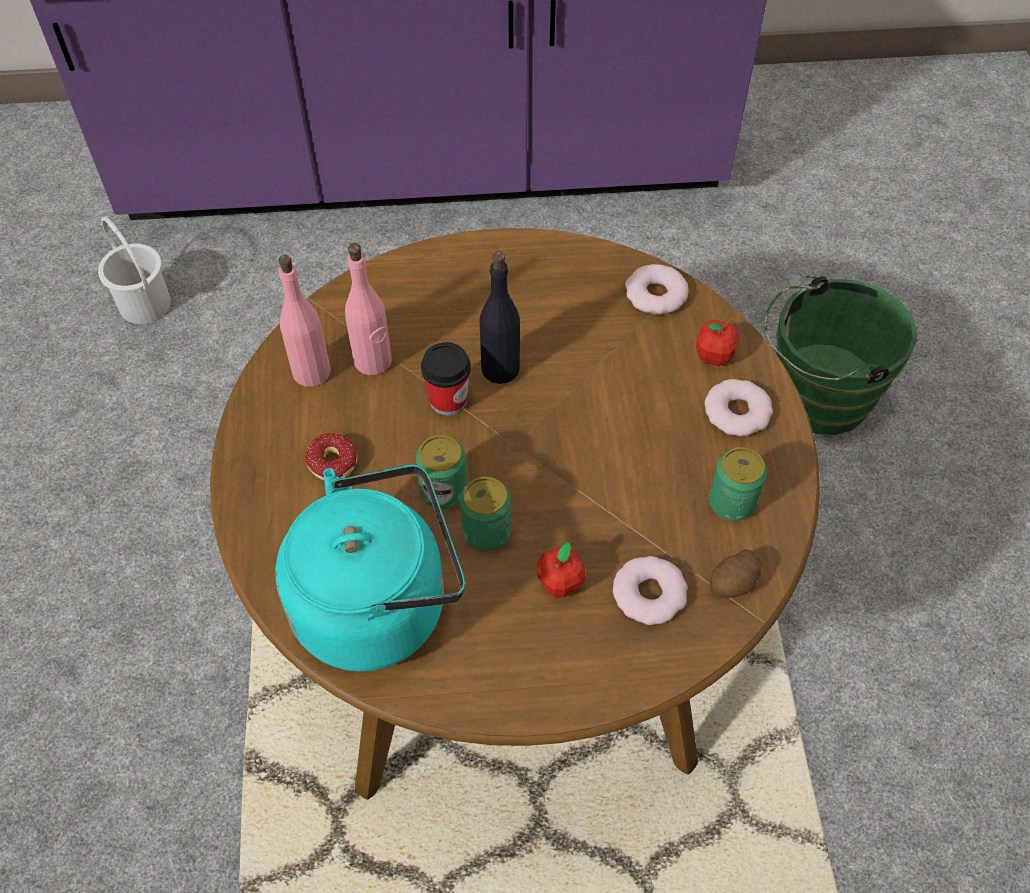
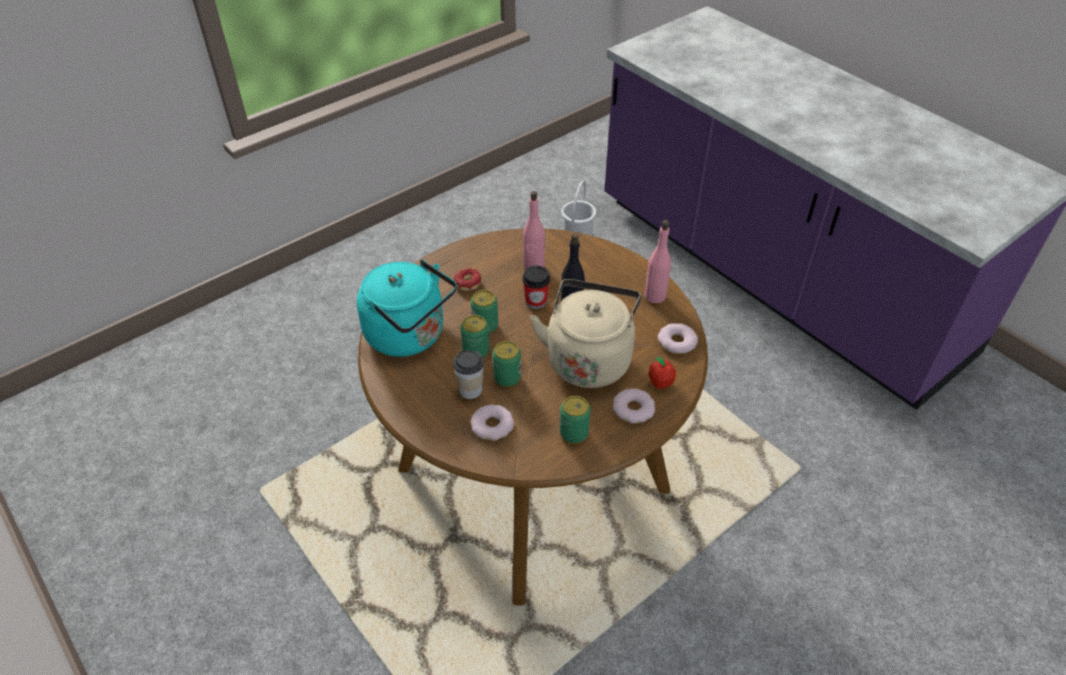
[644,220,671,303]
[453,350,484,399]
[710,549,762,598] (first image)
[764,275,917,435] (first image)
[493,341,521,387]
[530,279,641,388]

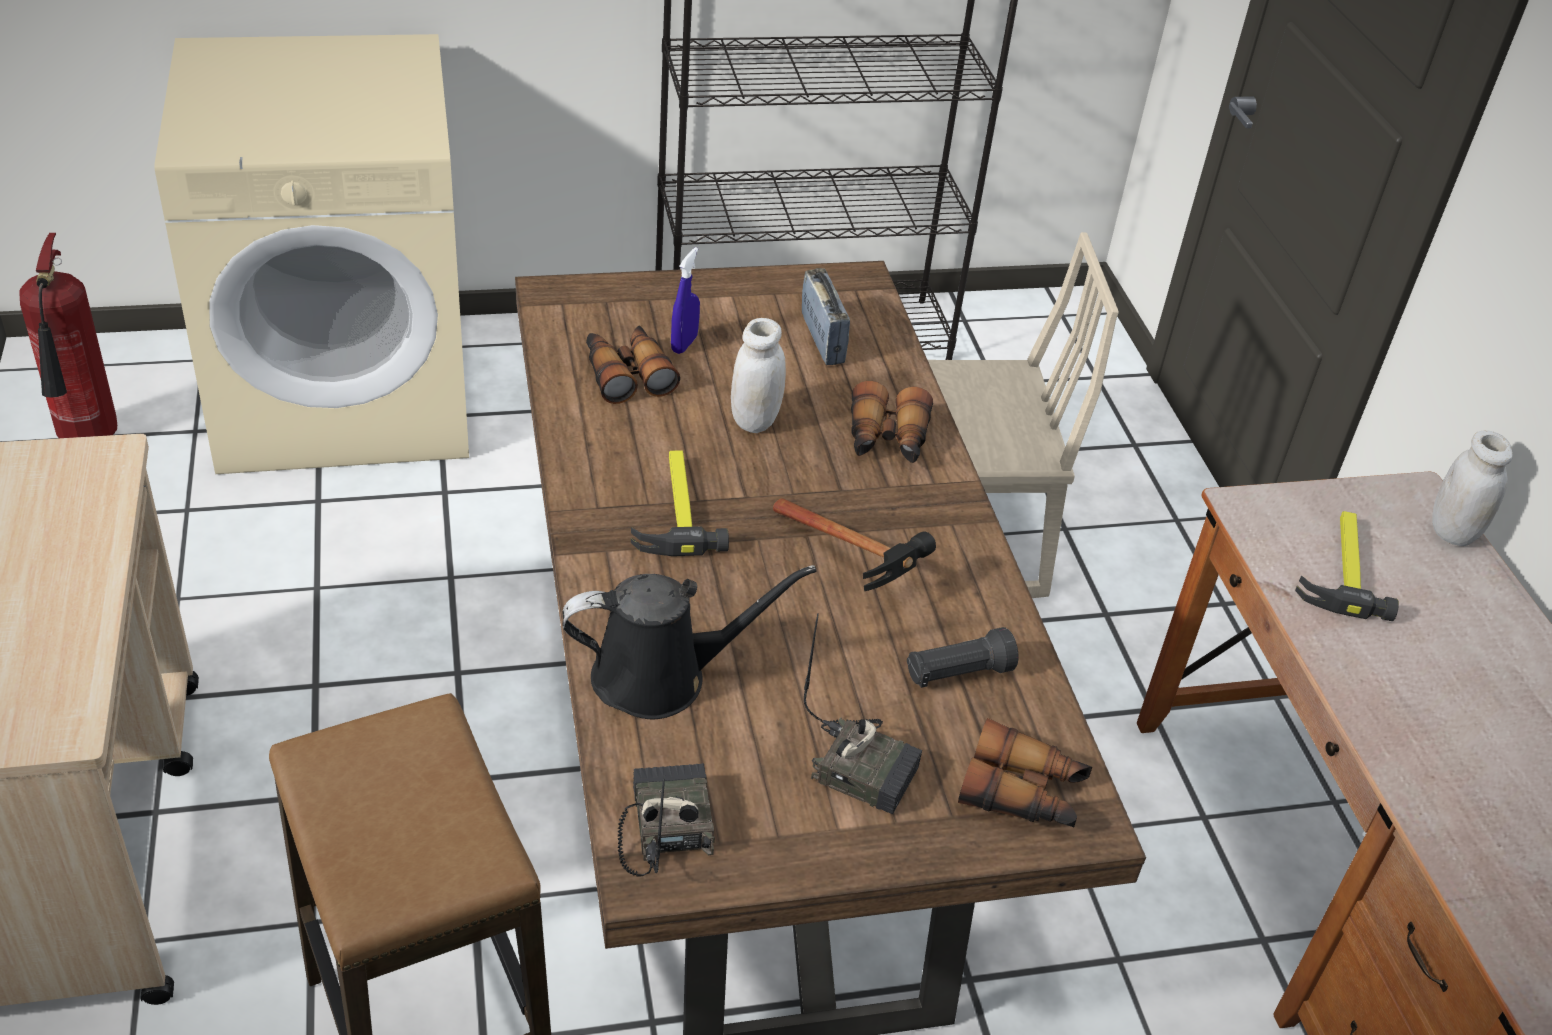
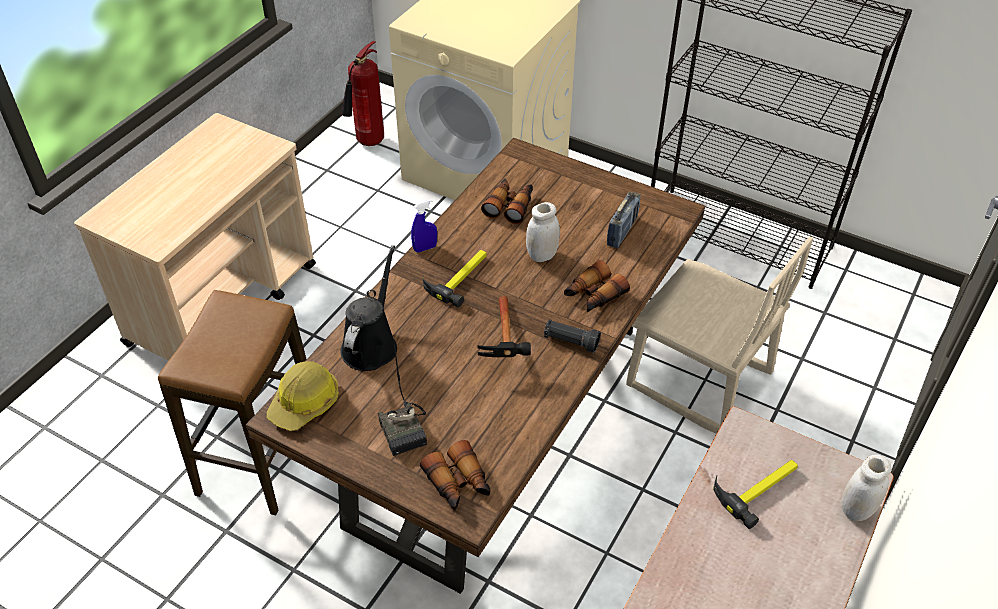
[341,245,397,371]
[267,361,339,431]
[411,199,437,253]
[544,319,601,353]

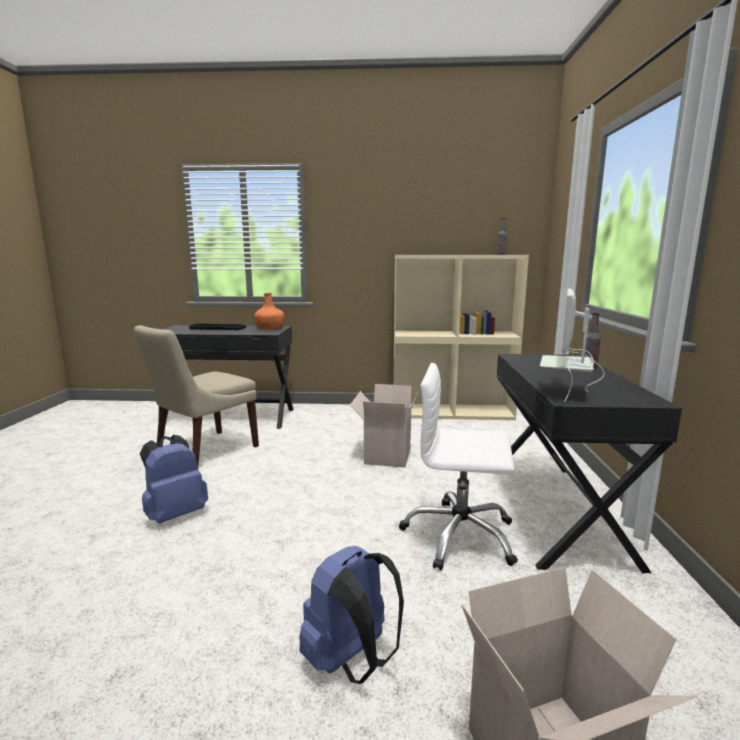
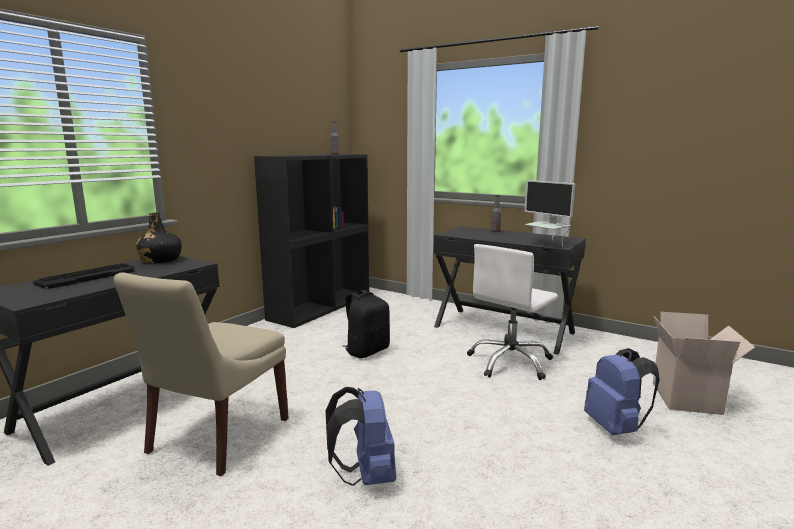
[113,272,289,476]
[135,212,182,263]
[343,290,390,358]
[254,154,369,328]

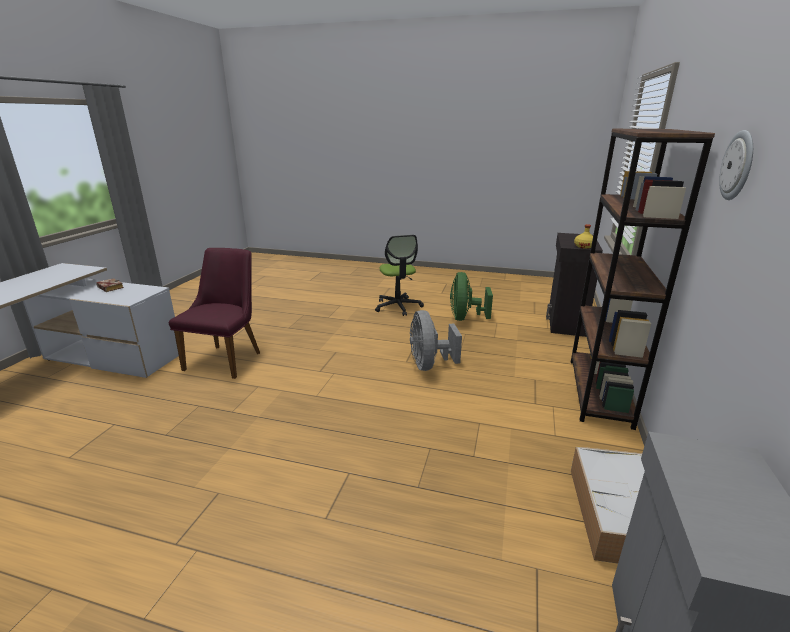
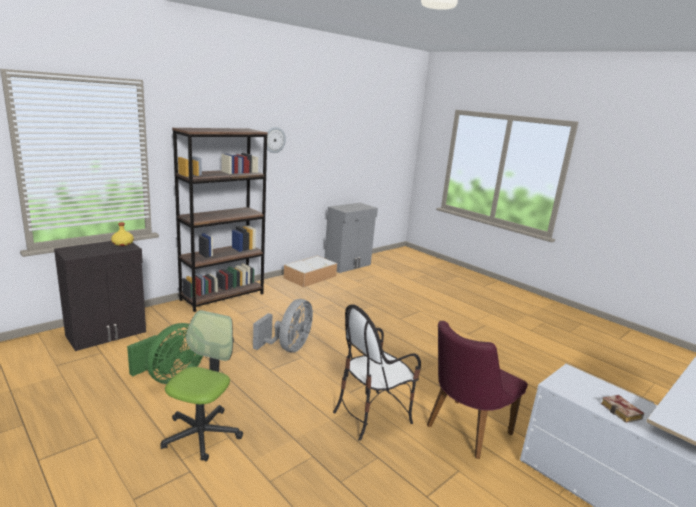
[333,304,421,441]

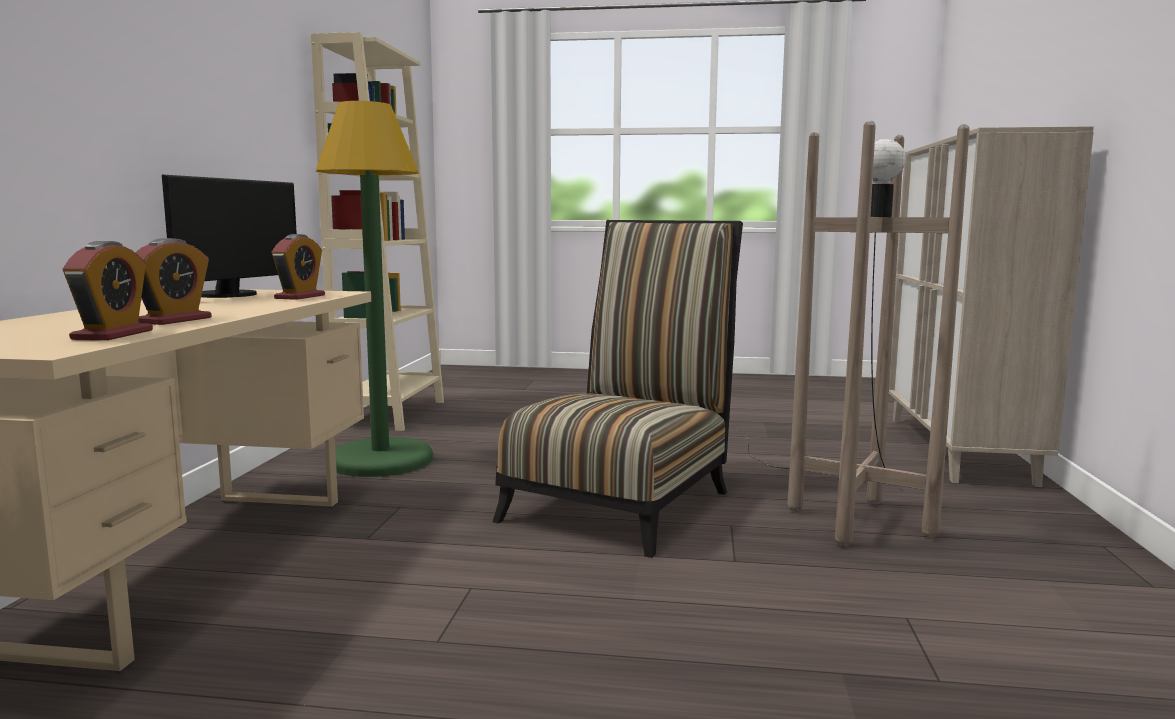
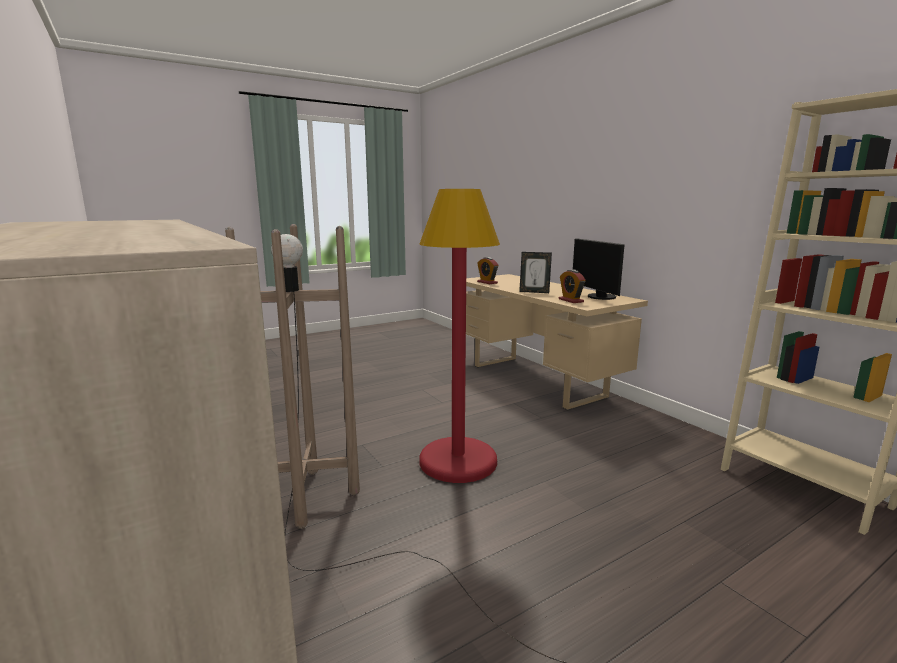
[135,238,212,325] (first image)
[315,101,433,477] (first image)
[419,189,500,483]
[519,252,552,293]

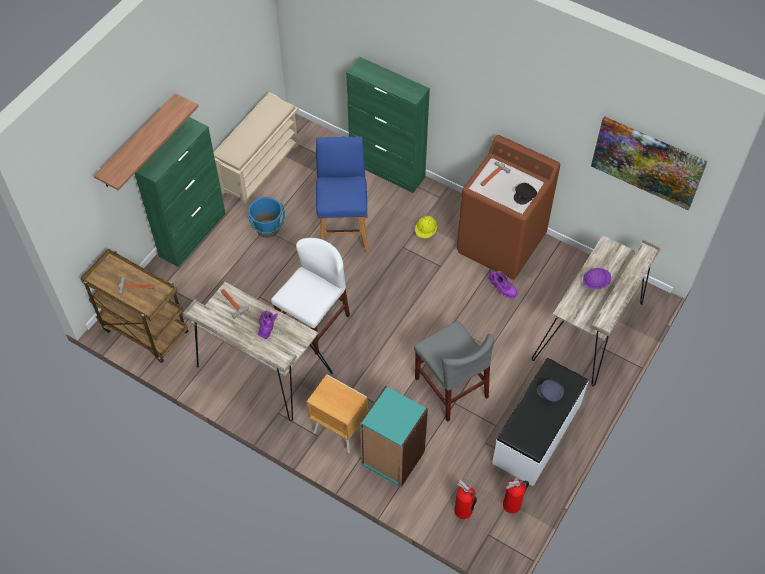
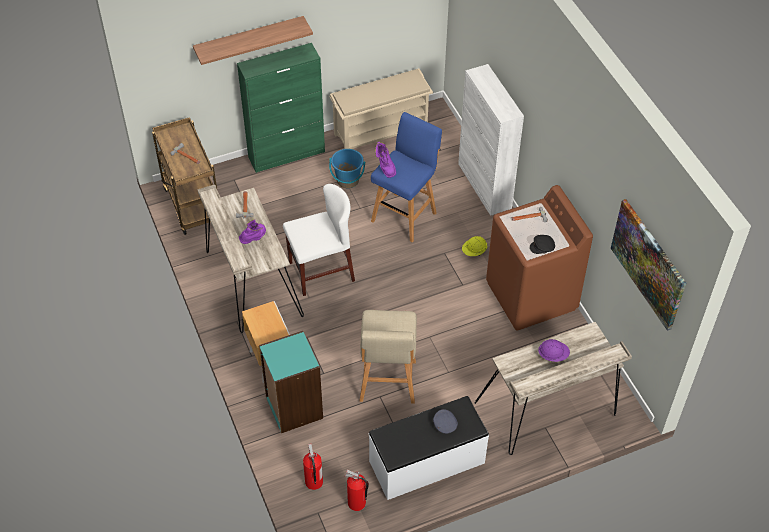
[458,64,524,216]
[360,310,417,404]
[375,141,396,178]

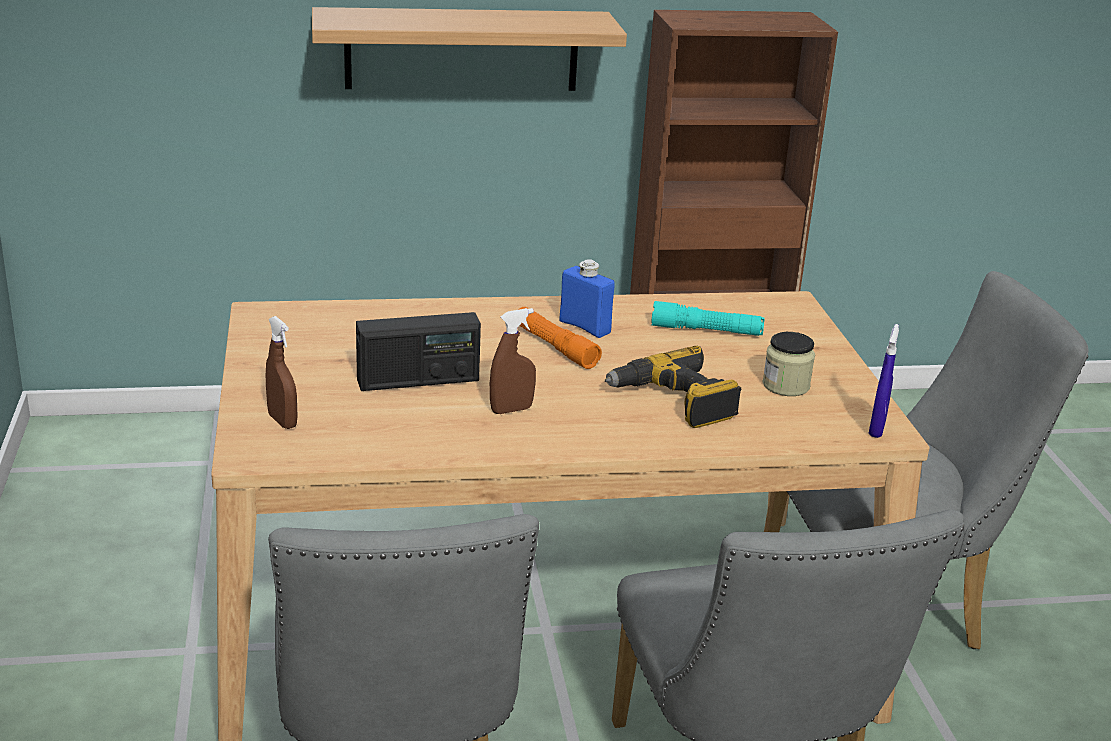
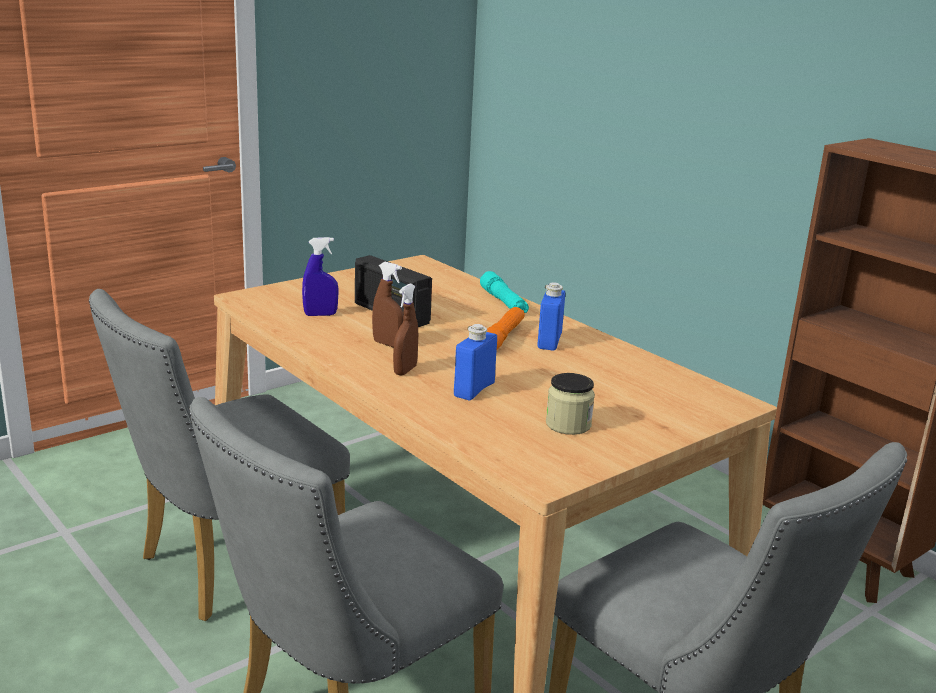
[393,283,418,376]
[312,7,627,91] (first image)
[454,324,497,400]
[480,271,529,313]
[302,237,339,316]

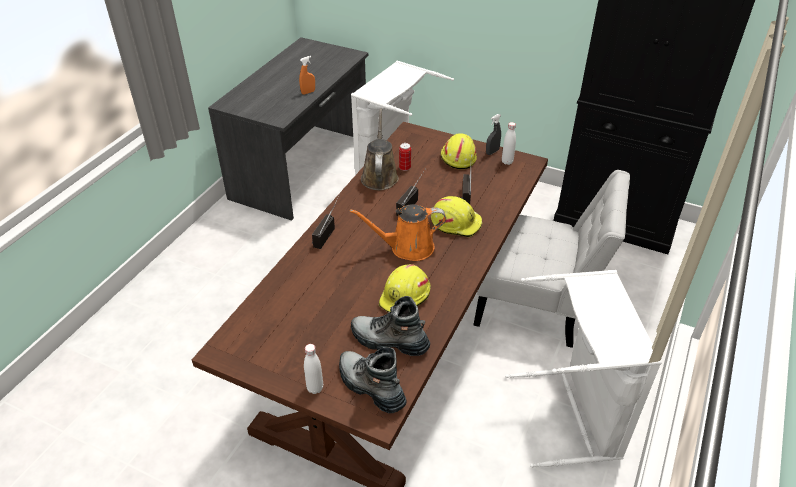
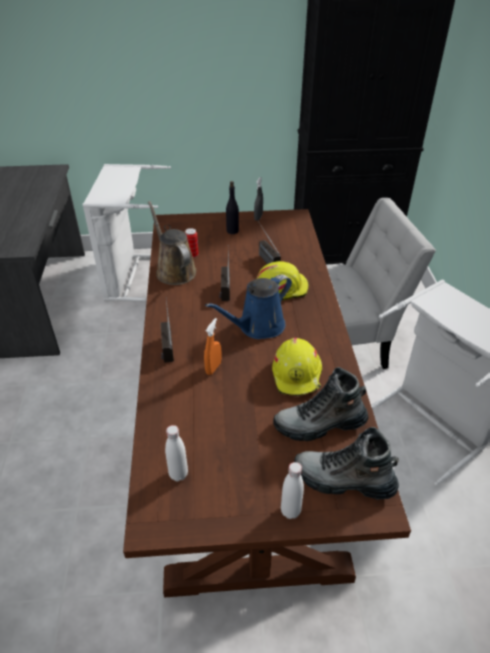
[204,318,221,375]
[205,274,292,339]
[226,181,239,234]
[165,425,188,482]

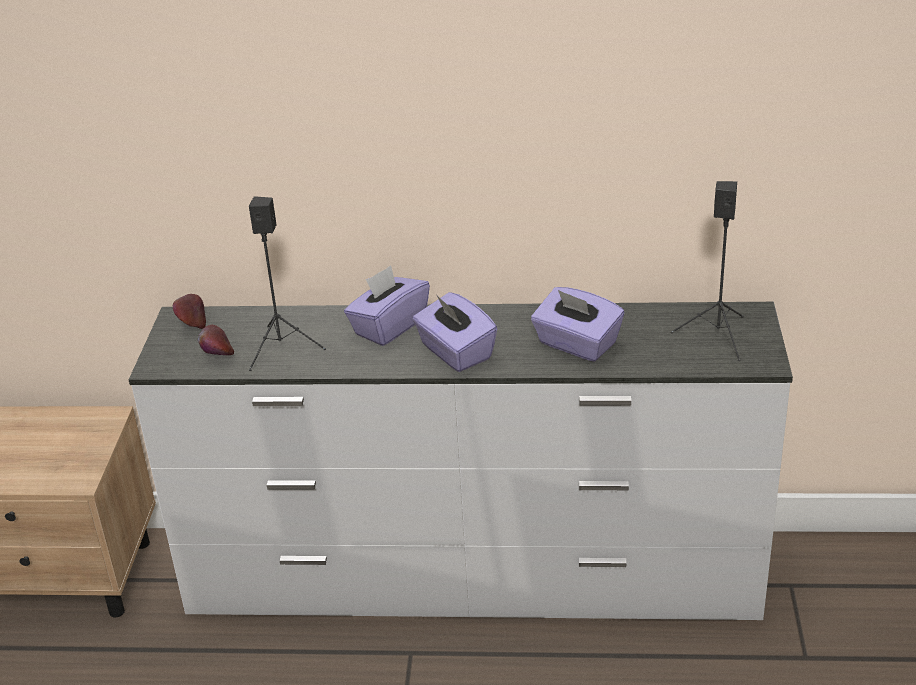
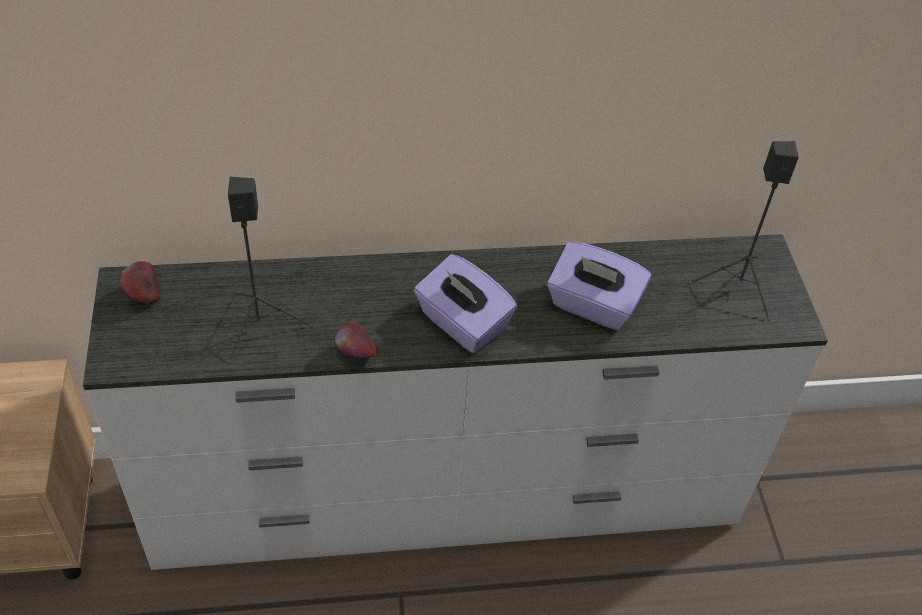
[335,321,377,357]
[344,265,430,346] (first image)

